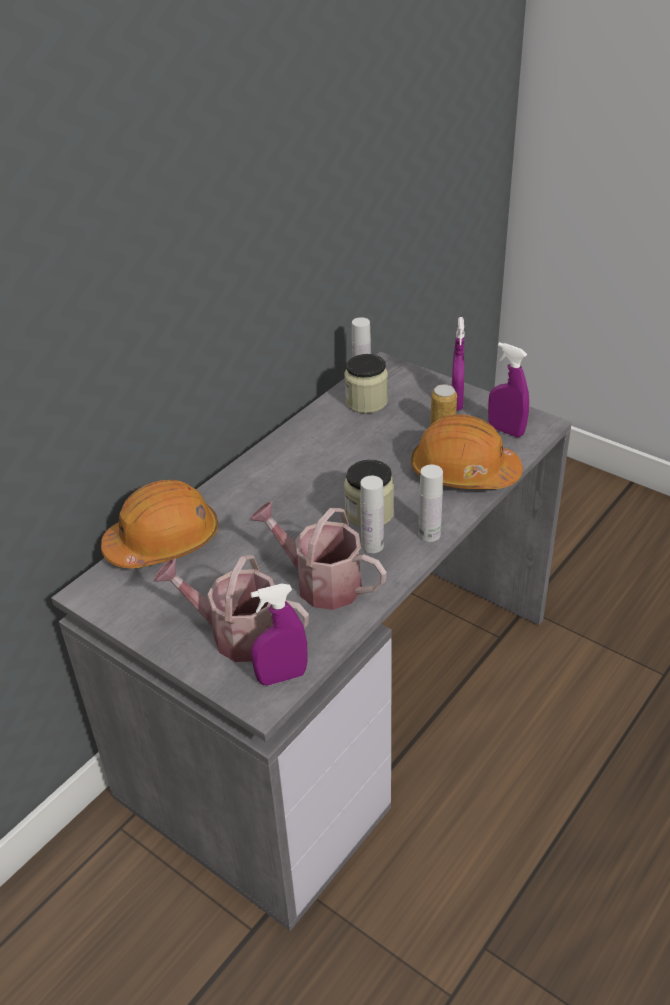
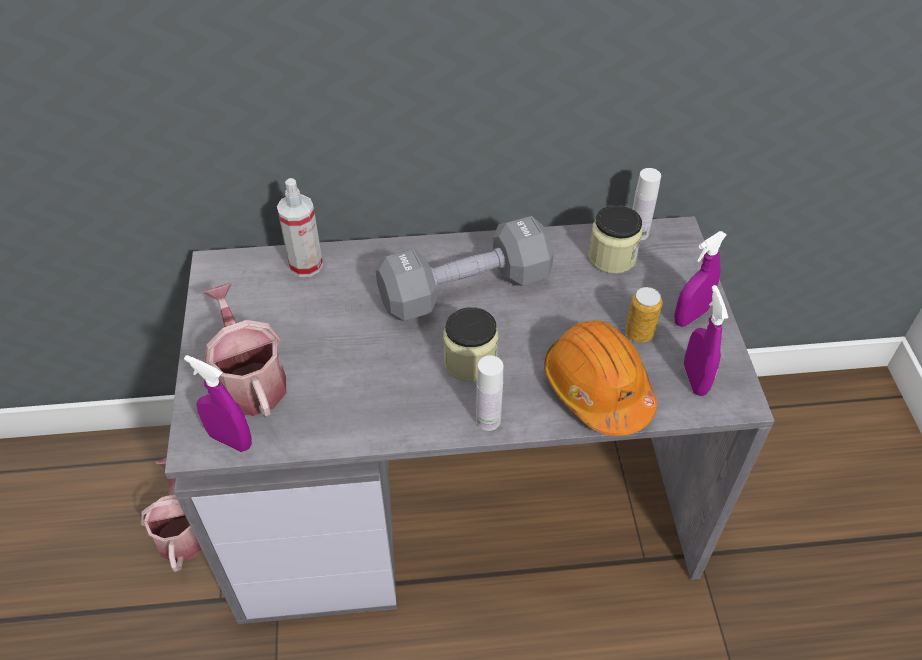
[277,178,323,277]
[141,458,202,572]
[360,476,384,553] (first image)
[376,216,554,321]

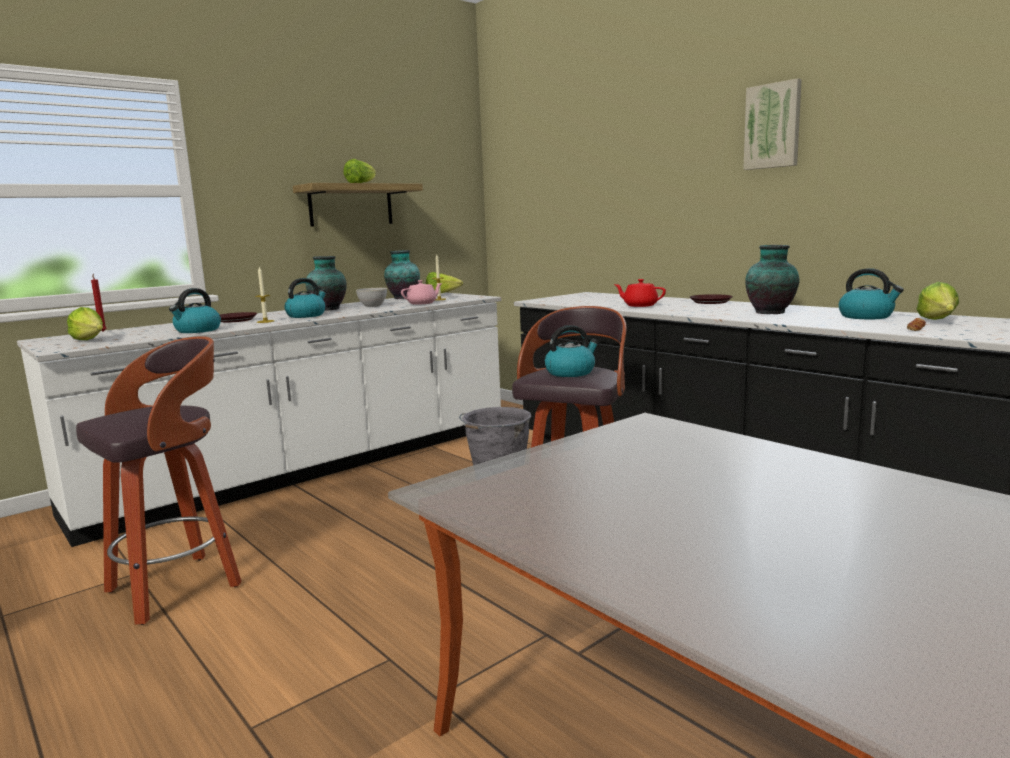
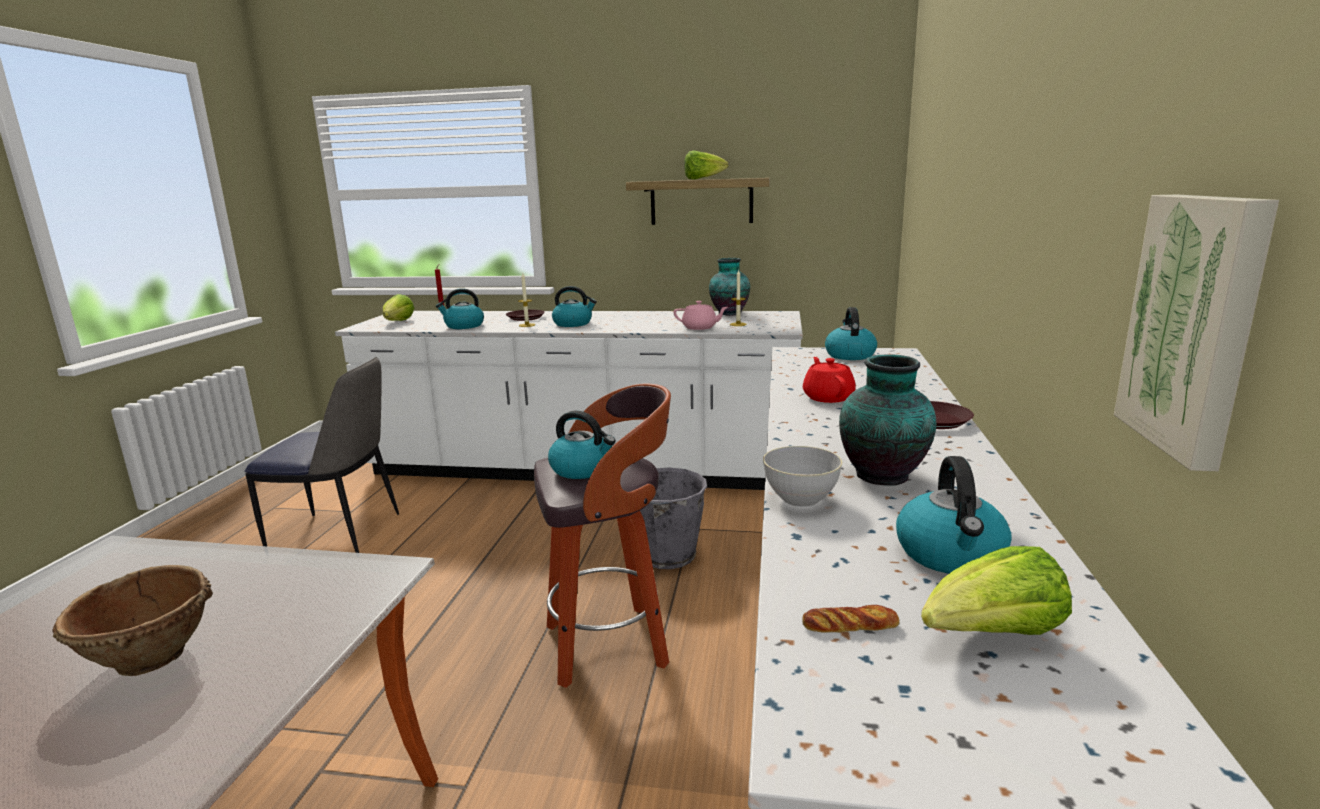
[244,357,399,553]
[306,256,347,311] (first image)
[763,446,842,507]
[426,272,463,293] (first image)
[1114,195,1279,471]
[52,565,213,676]
[825,307,877,360]

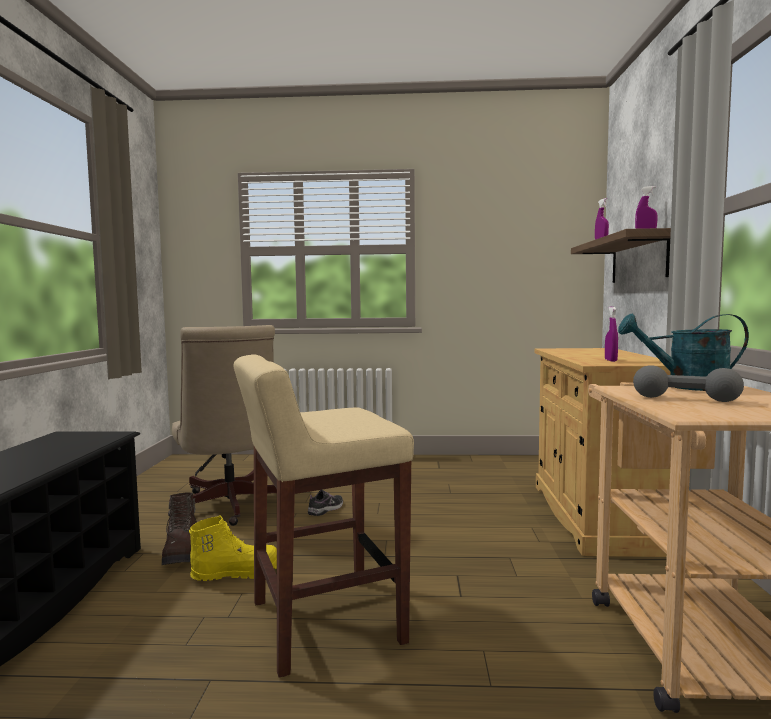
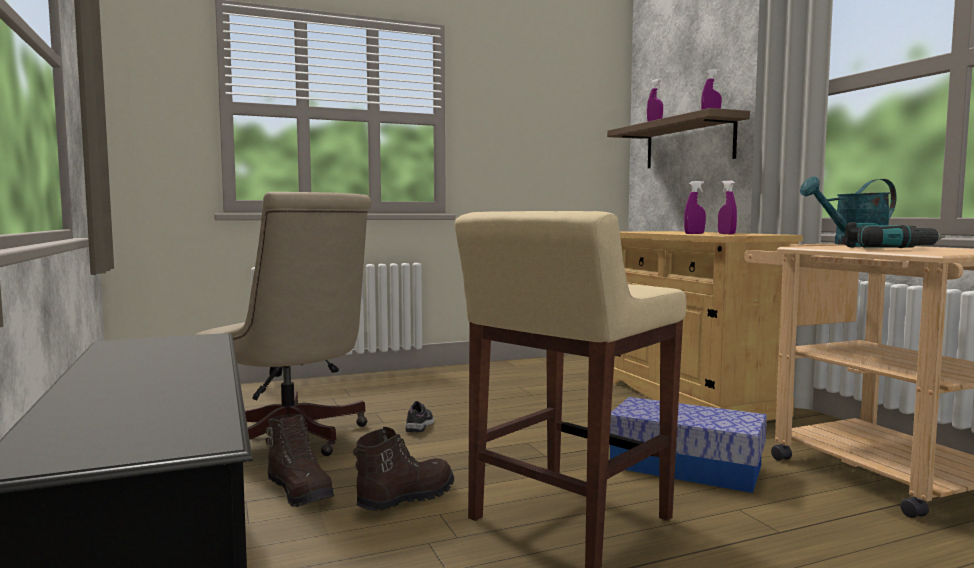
[353,427,454,511]
[845,222,945,248]
[610,397,767,493]
[684,181,706,234]

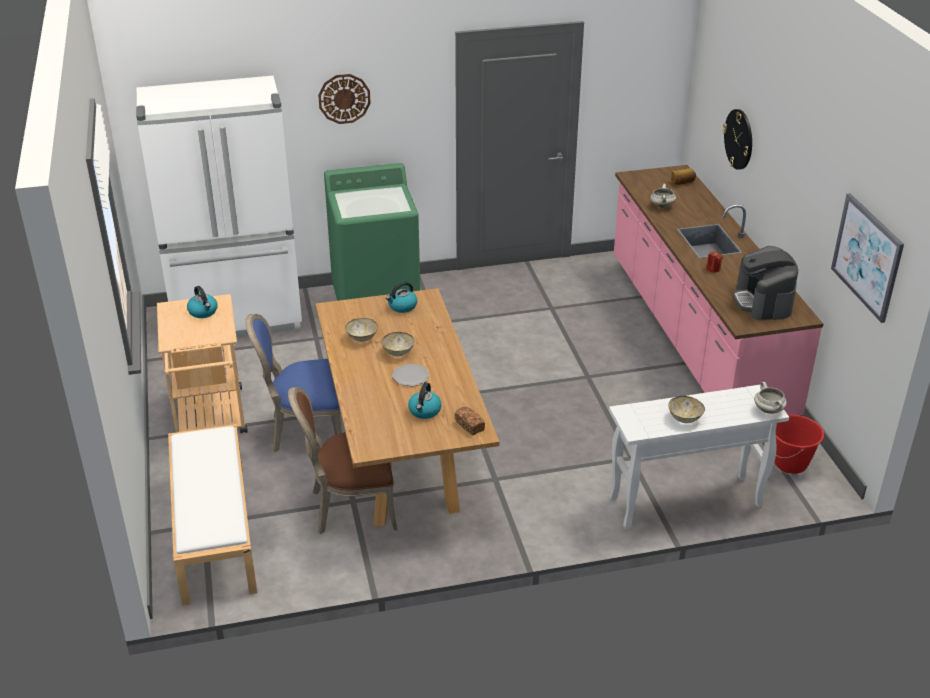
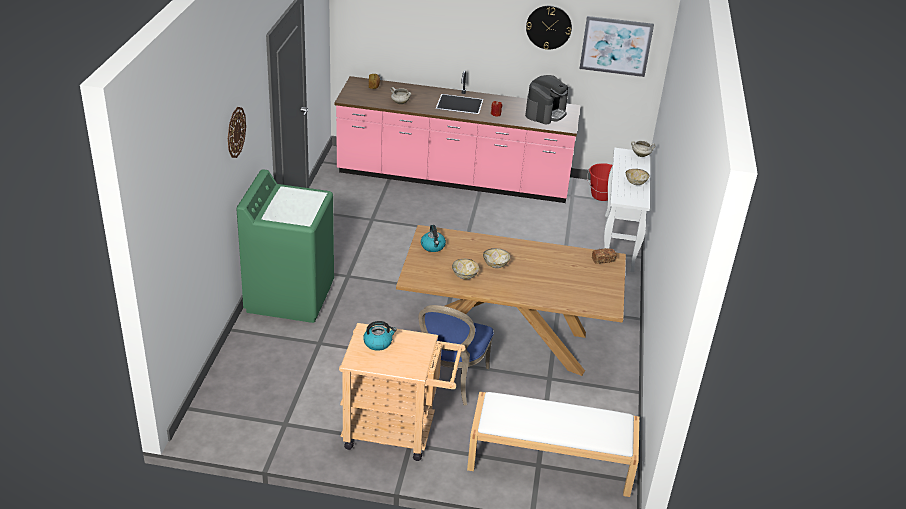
[136,76,302,337] (first image)
[288,387,397,534] (first image)
[392,364,430,387] (first image)
[408,382,442,419] (first image)
[526,5,572,50]
[525,75,568,124]

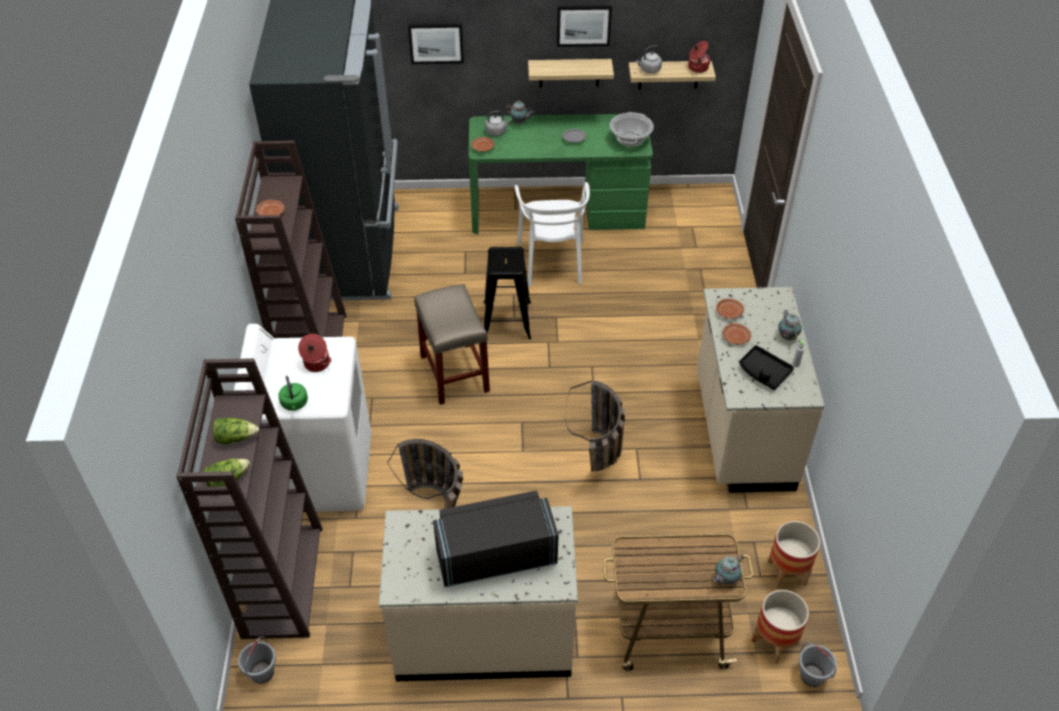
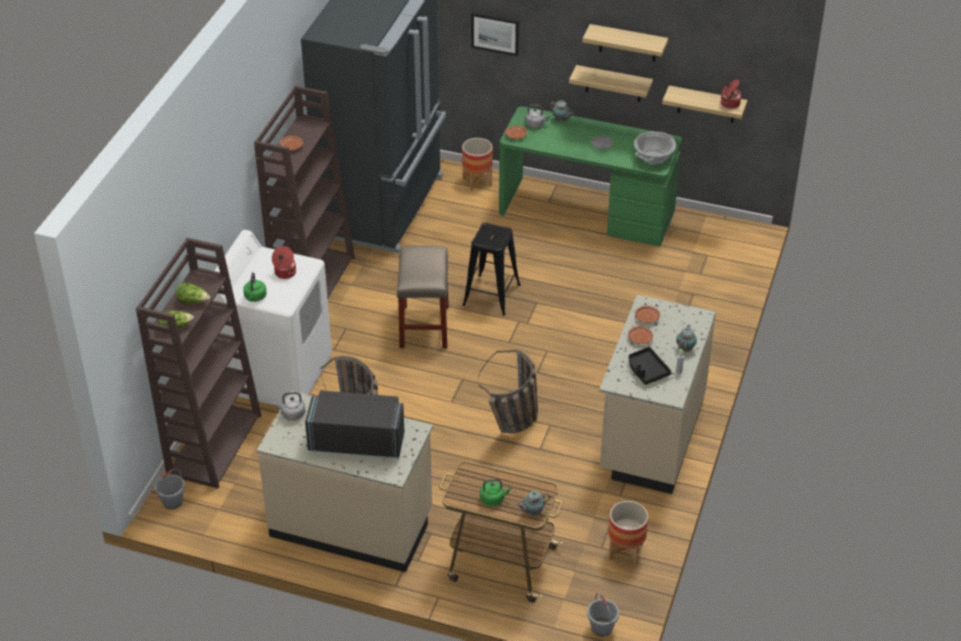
[515,182,590,286] (first image)
[582,24,668,62]
[273,392,305,421]
[462,138,493,191]
[480,479,512,506]

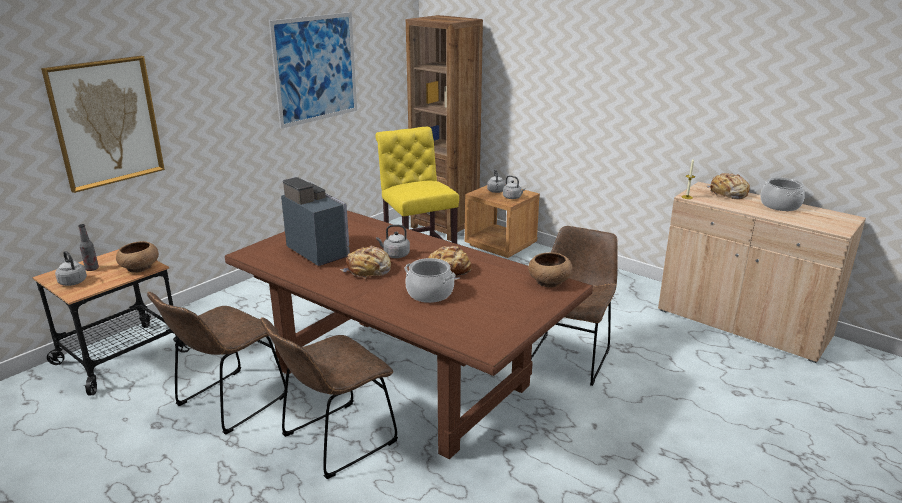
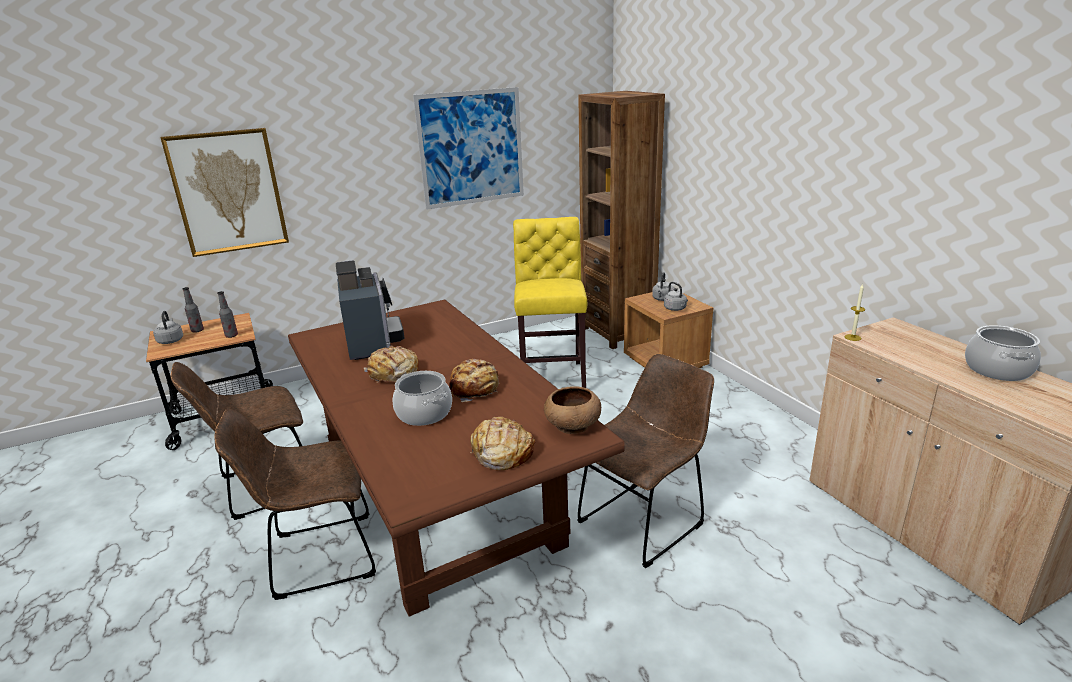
[217,291,238,338]
[376,224,410,258] (first image)
[470,417,535,470]

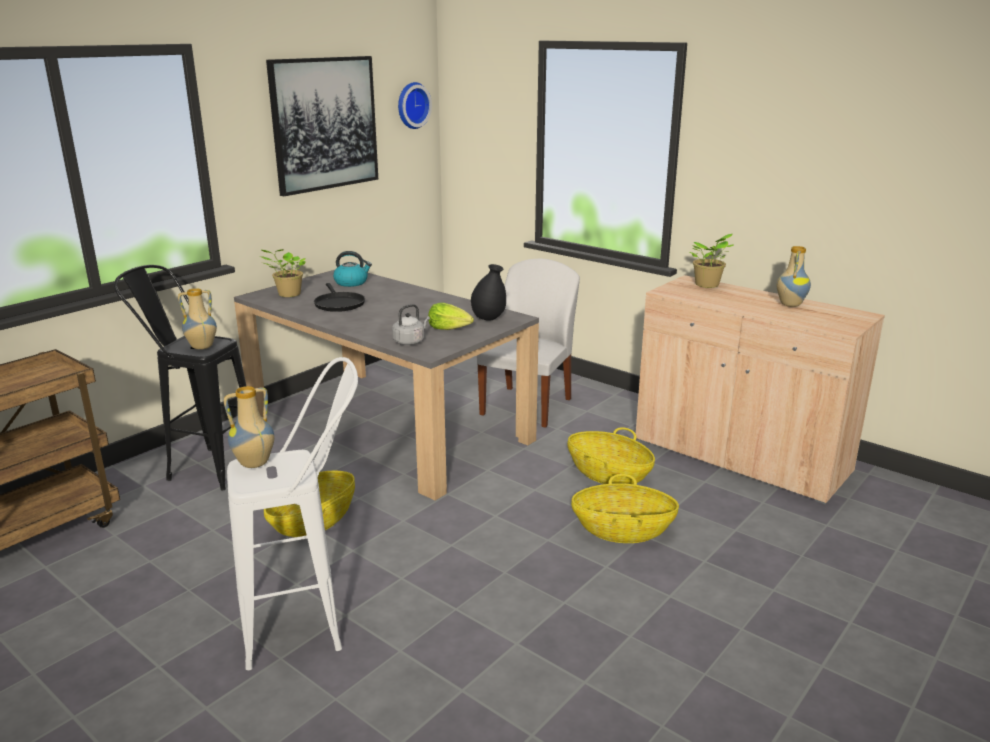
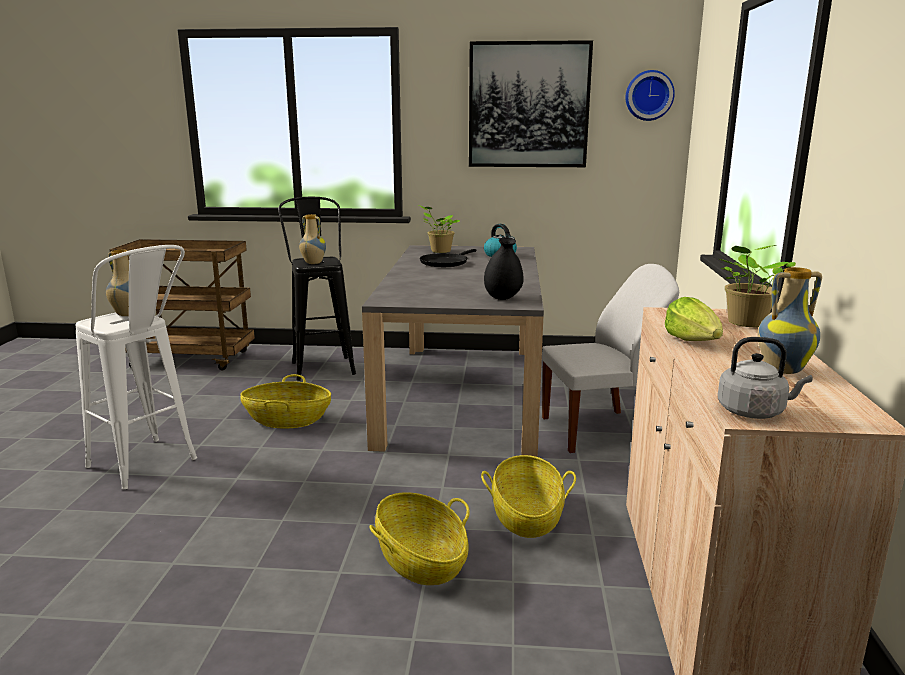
[718,337,813,419]
[665,297,723,341]

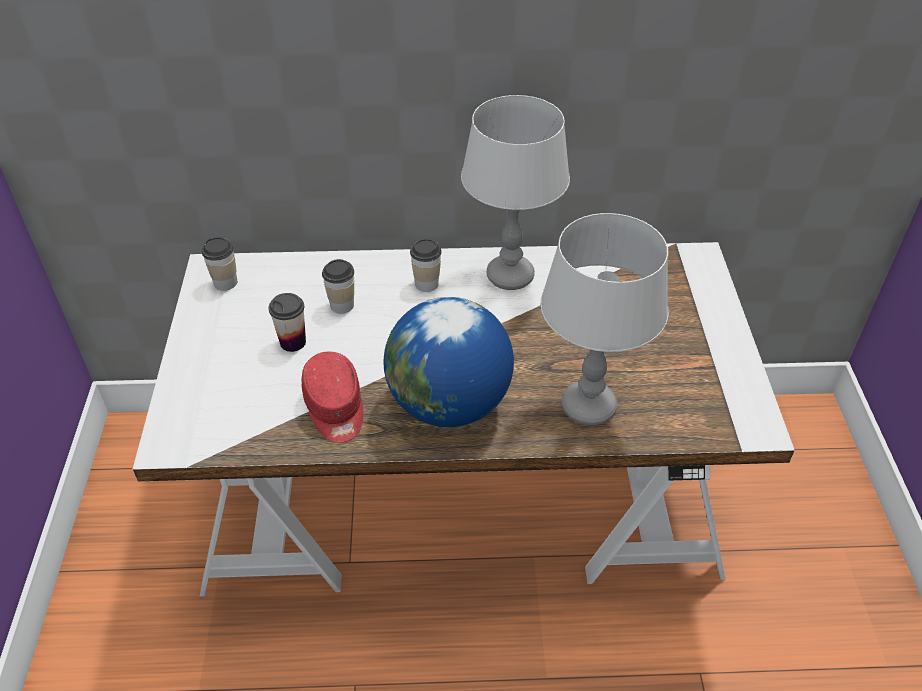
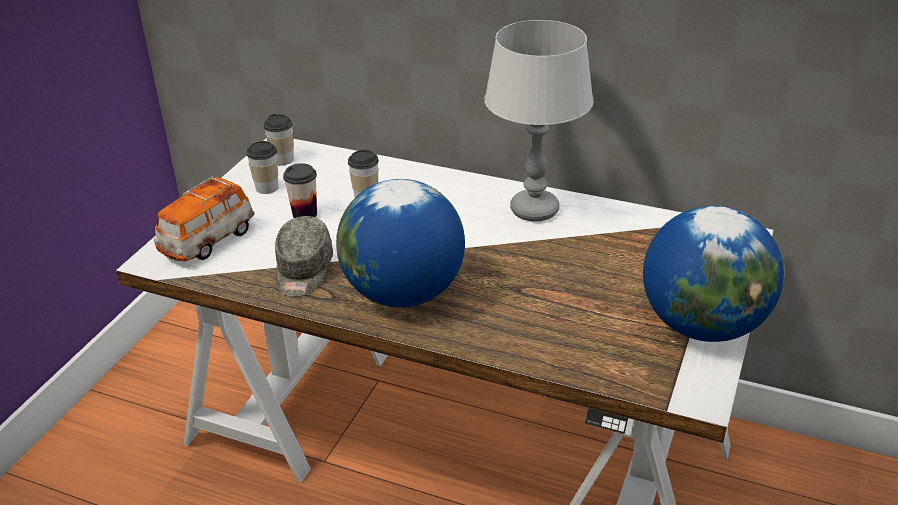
[275,216,333,297]
[246,141,279,194]
[540,213,668,426] (first image)
[154,176,255,261]
[643,206,784,342]

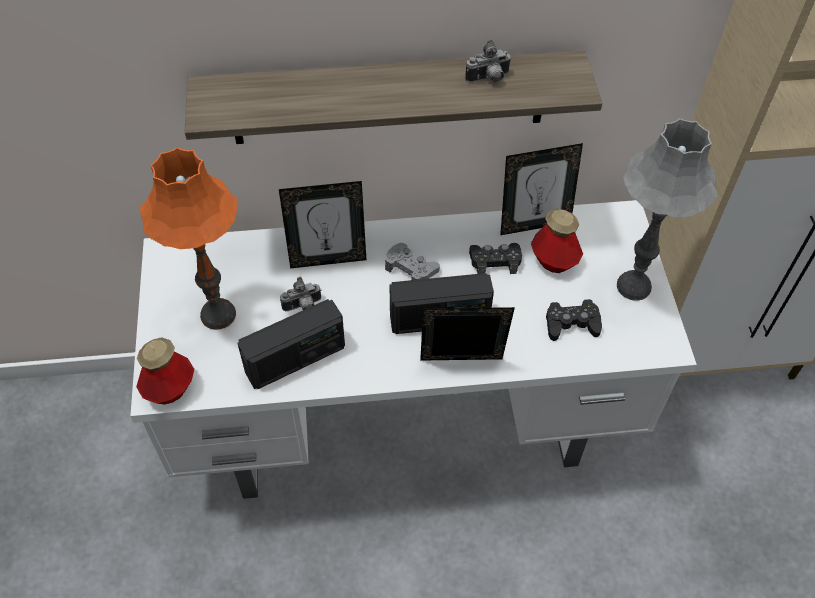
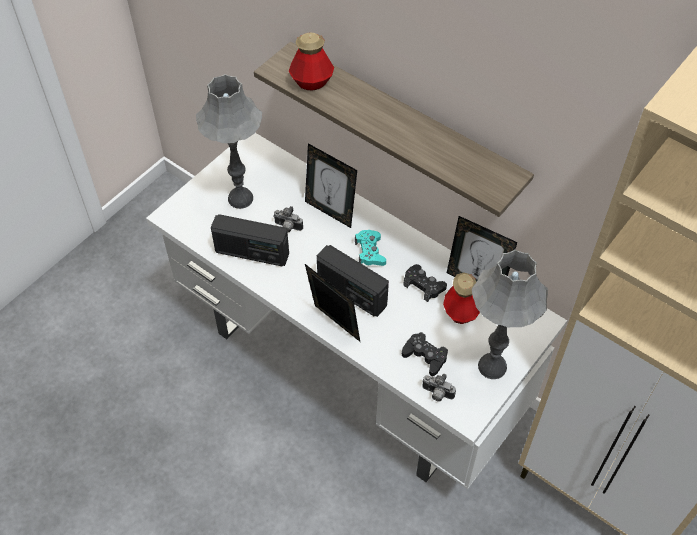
[288,32,334,91]
[196,74,262,209]
[355,230,386,266]
[422,374,456,402]

